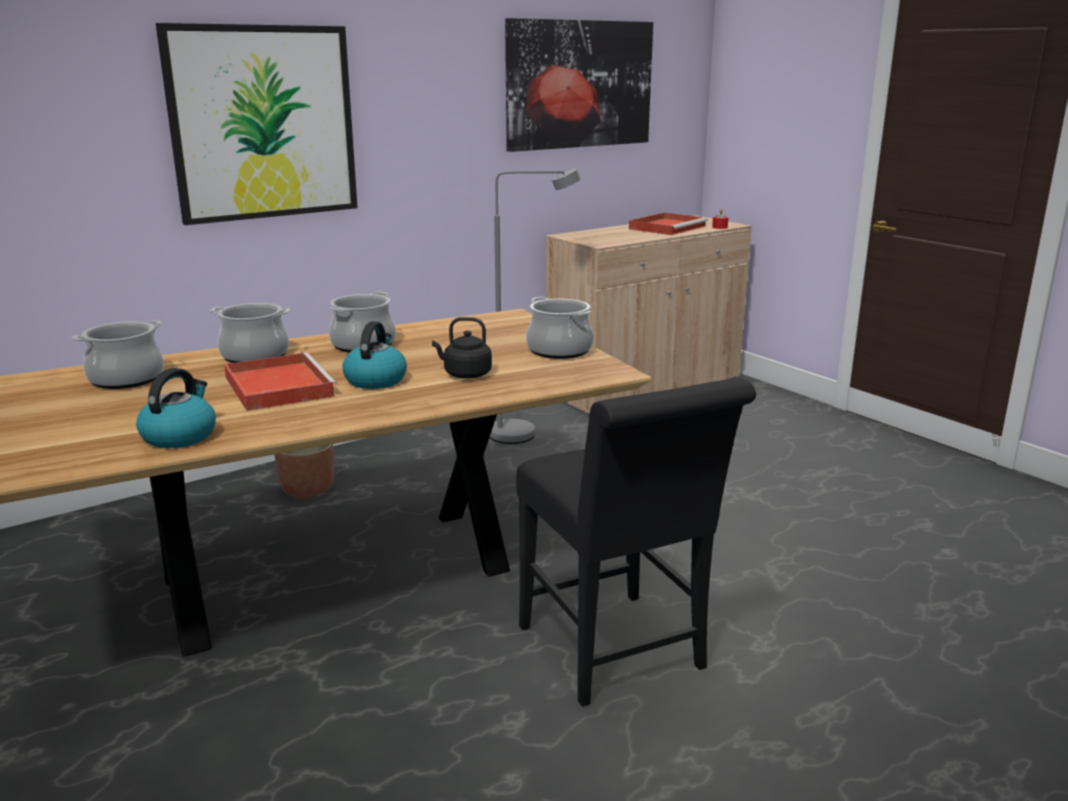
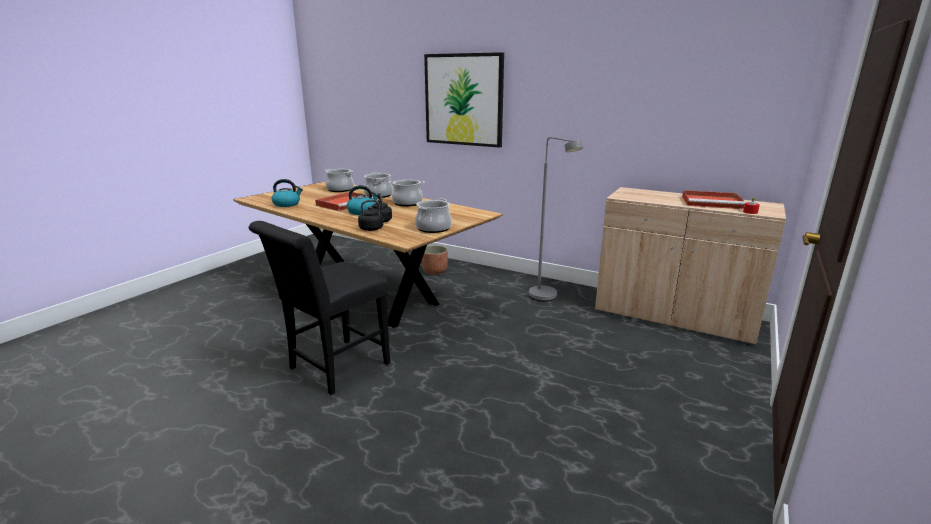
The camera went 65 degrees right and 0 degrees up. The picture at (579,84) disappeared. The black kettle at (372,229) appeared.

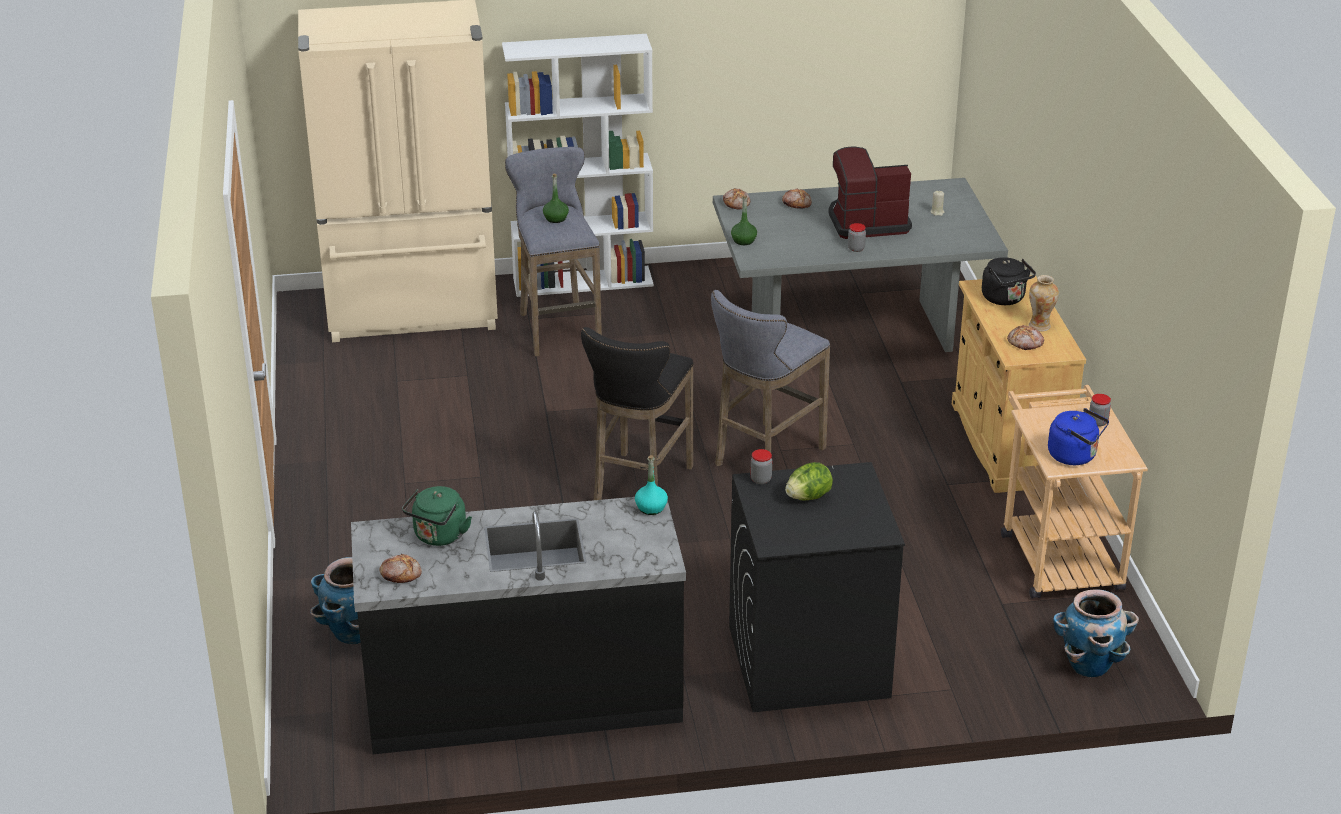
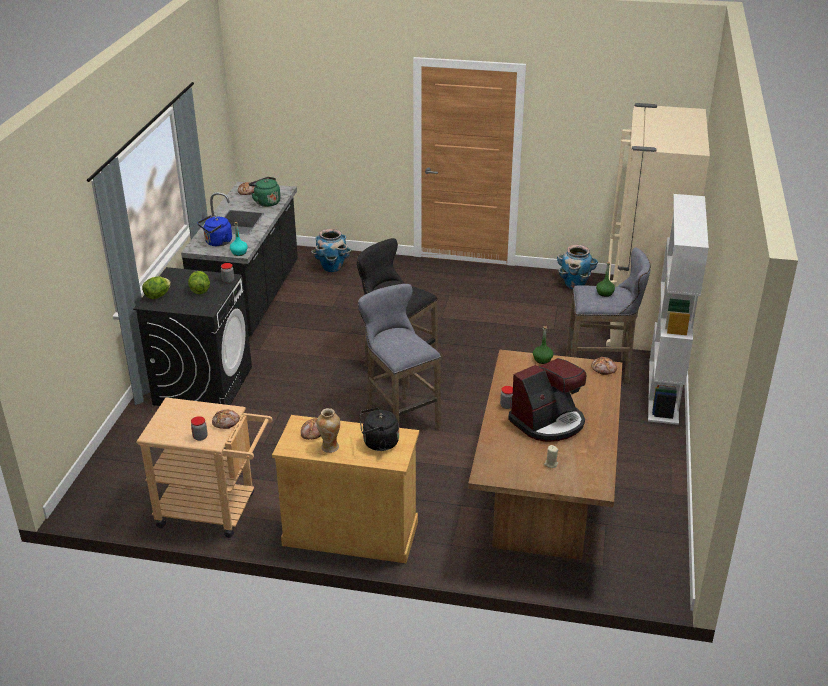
The camera went 110 degrees right and 0 degrees up. The grey dining table at (850,333) became the brown dining table at (543,499). The bread moved from (796,203) to (226,422). The coffee machine at (866,222) turned 45 degrees clockwise. The blue kettle moved from (1075,456) to (217,243). The planter moved from (1088,665) to (575,285). The lettuce at (157,296) appeared.

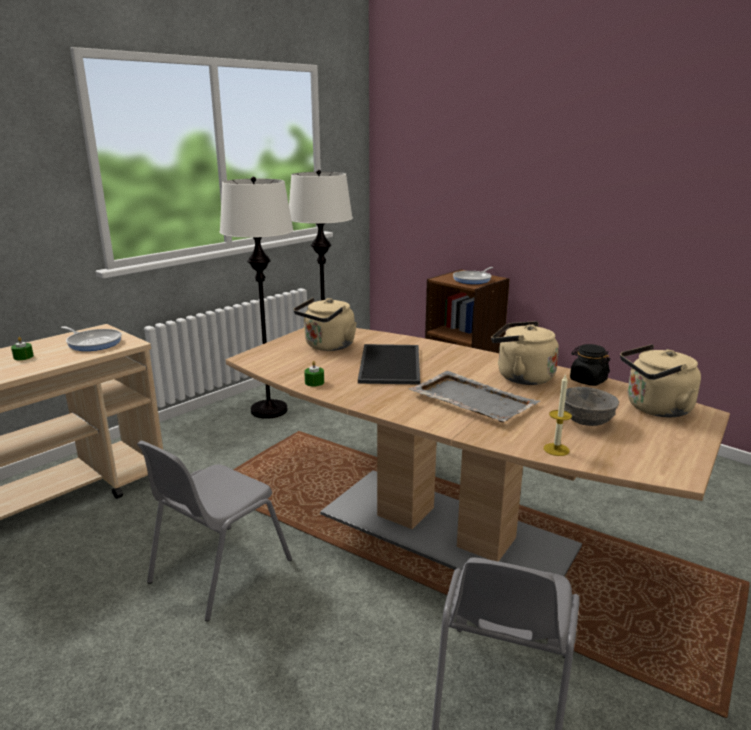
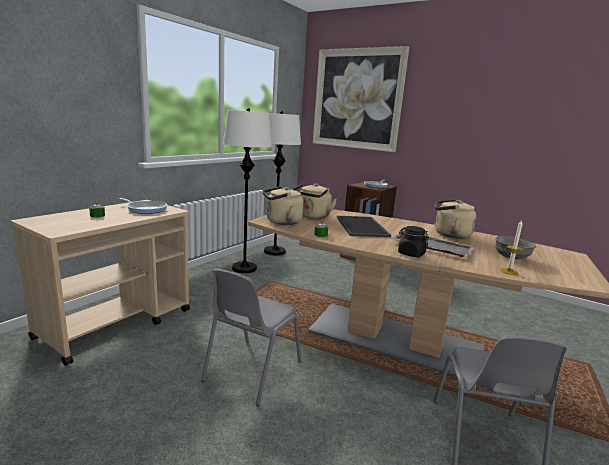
The camera went 10 degrees left and 5 degrees down. The black jar moved from (587,380) to (411,254). The beige kettle moved from (655,409) to (281,222). The picture at (357,99) appeared.

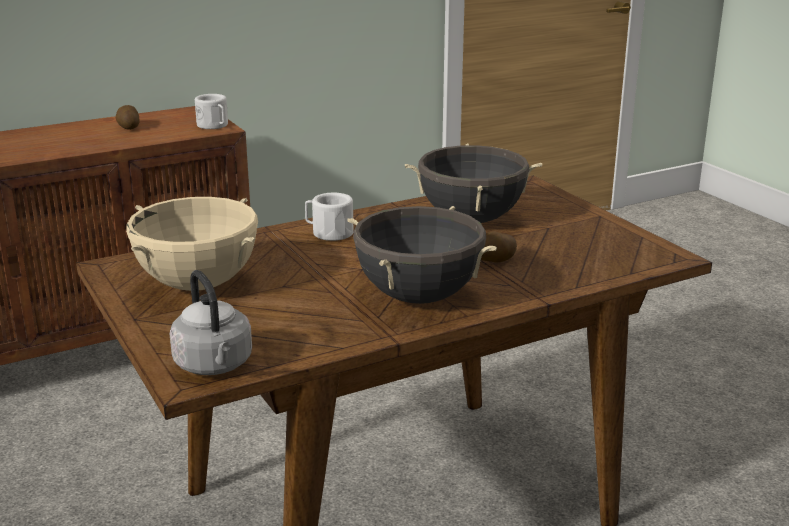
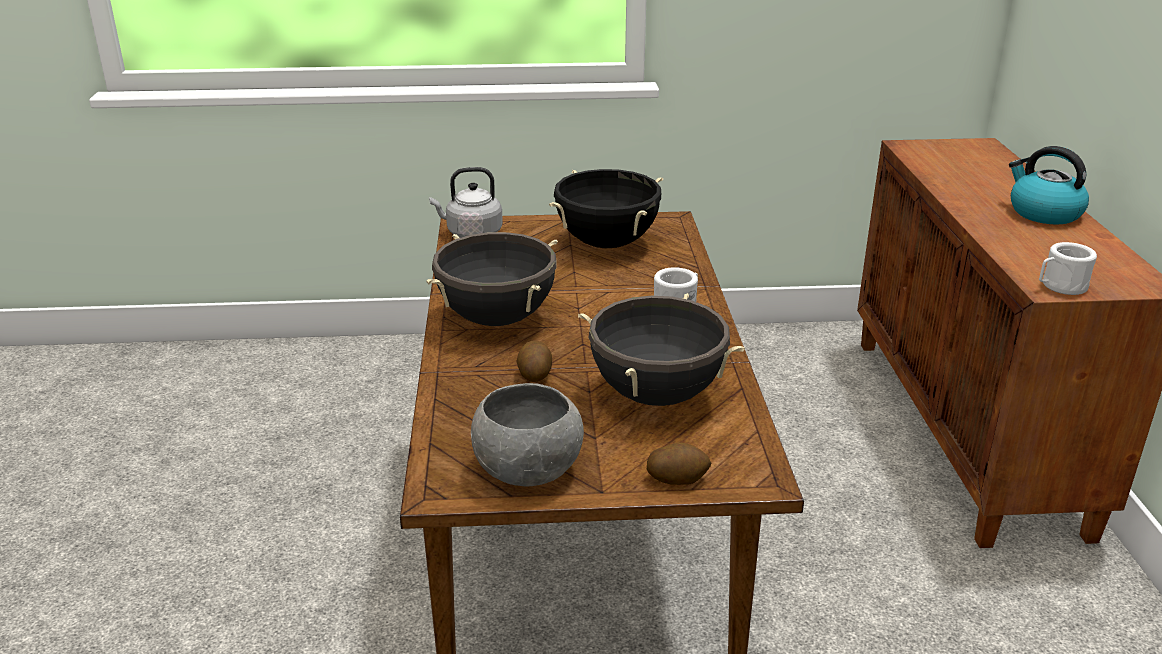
The camera went 115 degrees right and 5 degrees up. The potato moved from (128,127) to (677,478). The beige cooking pot at (198,284) became the black cooking pot at (606,243). The grey bowl at (528,470) appeared. The kettle at (1043,213) appeared.

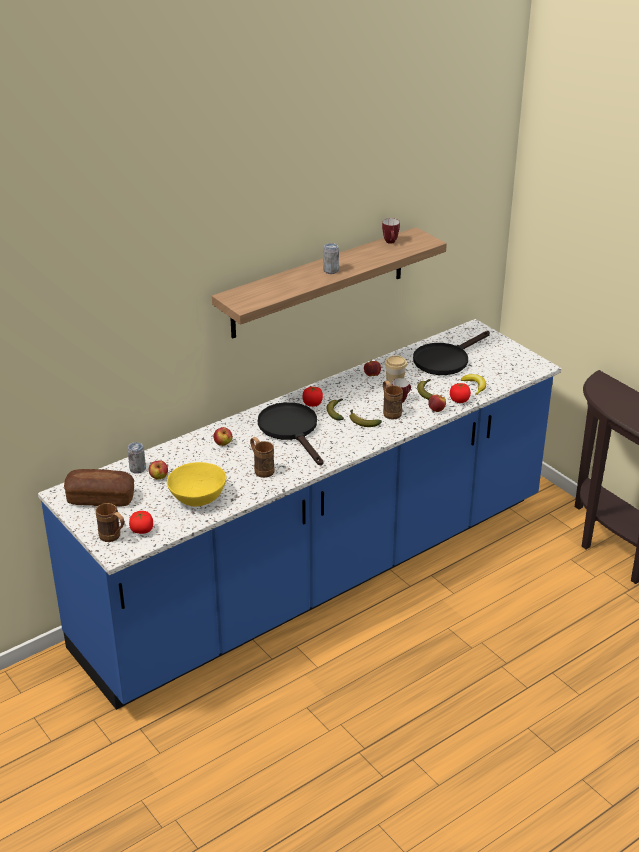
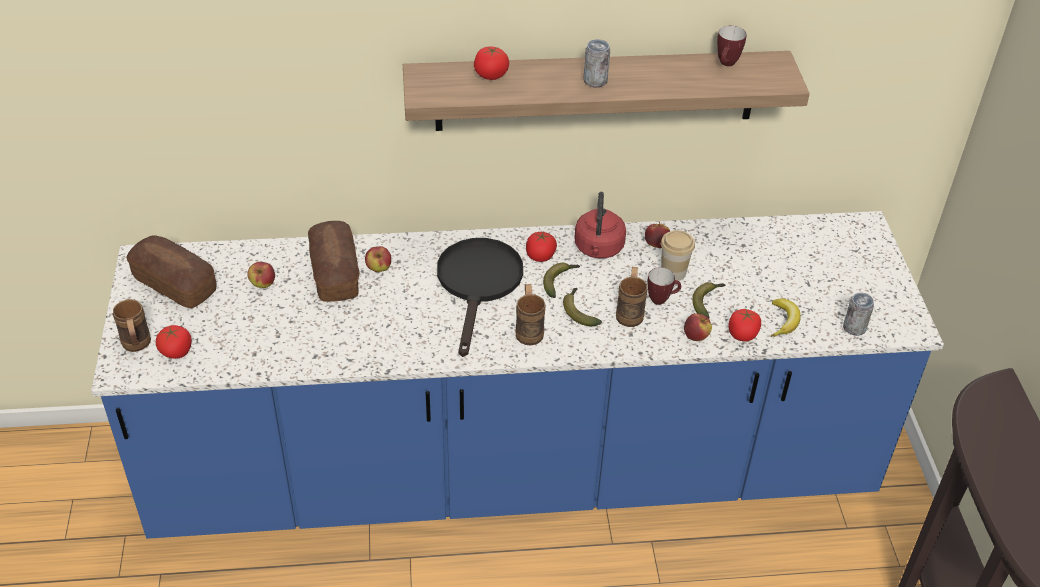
The camera went 30 degrees right and 10 degrees up. The can moved from (137,469) to (854,328). The yellow bowl at (197,497) disappeared. The brown mug moved from (261,469) to (529,329). The black frying pan at (445,359) disappeared. The bread at (335,274) appeared. The tomato at (491,75) appeared. The red kettle at (598,249) appeared.

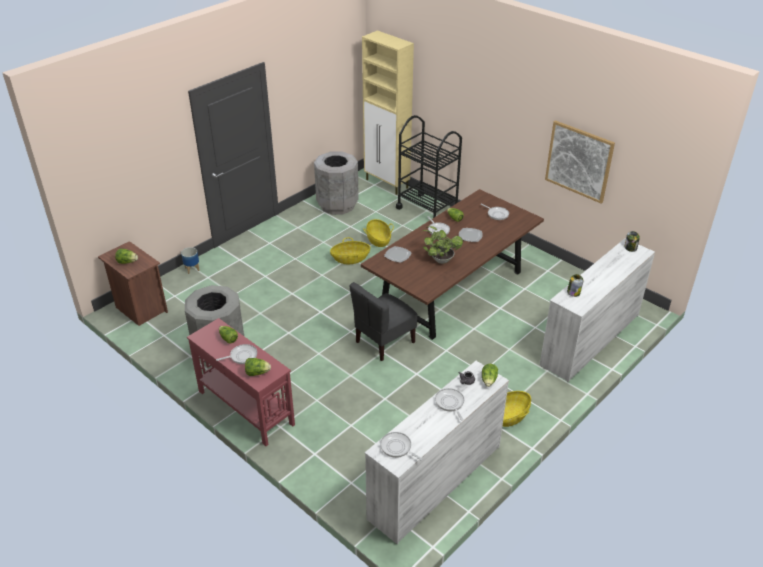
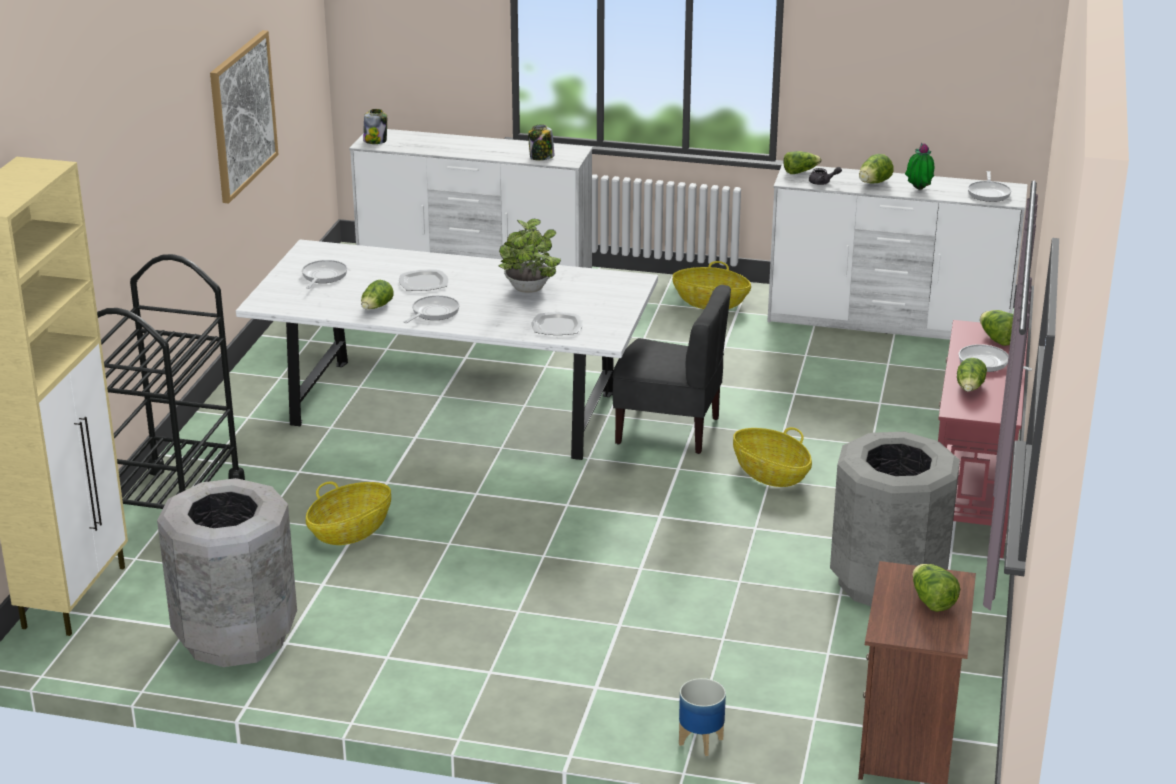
The camera went 120 degrees left and 10 degrees down. The basket moved from (350,259) to (770,474). The brown dining table at (452,290) became the white dining table at (455,408). The frying pan at (450,403) was replaced by the lettuce at (874,183). The potted plant at (918,190) appeared.

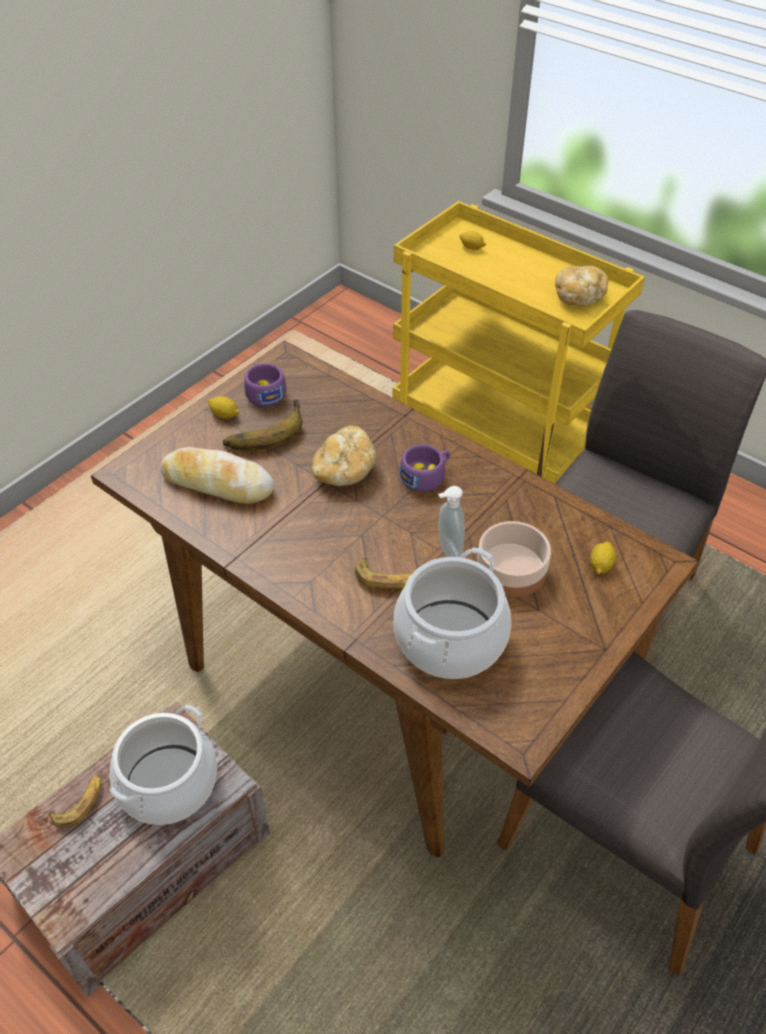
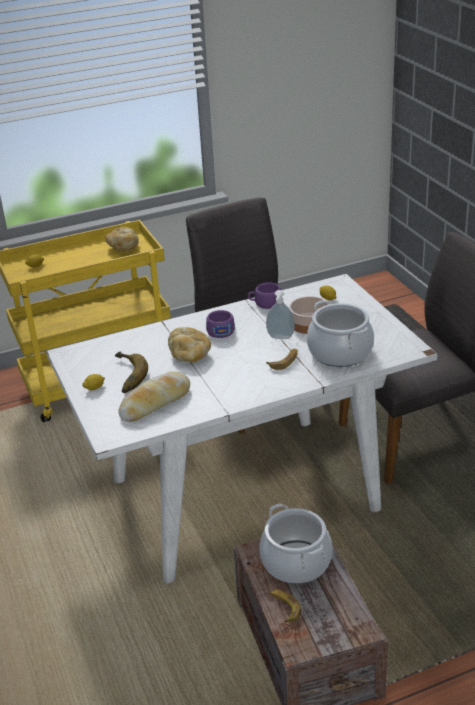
The camera went 60 degrees left and 15 degrees down. The brown dining table at (383,678) became the white dining table at (246,494). The purple cup moved from (264,392) to (265,303).

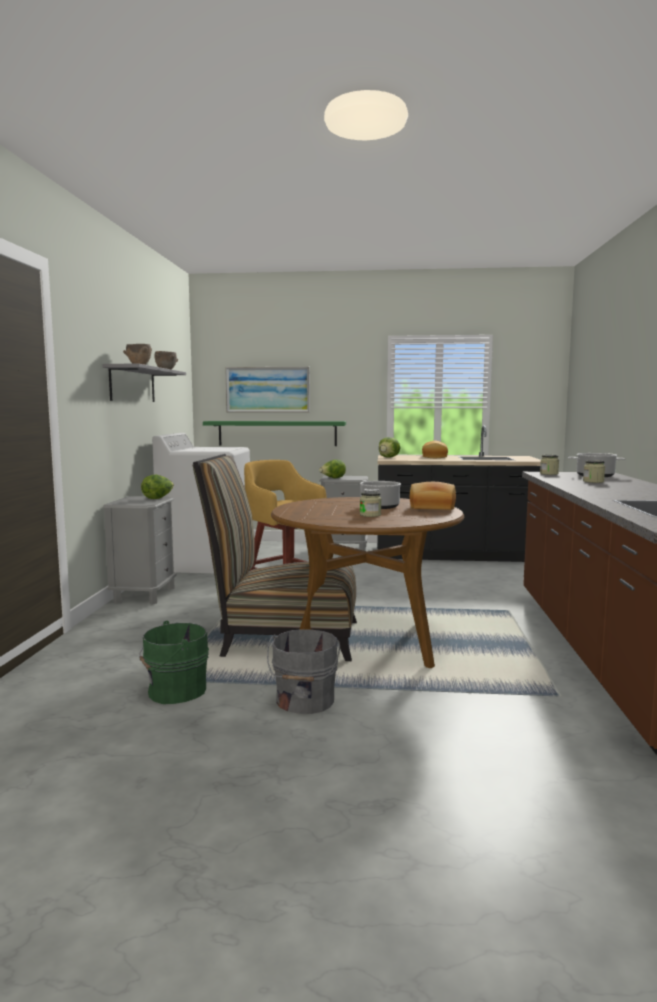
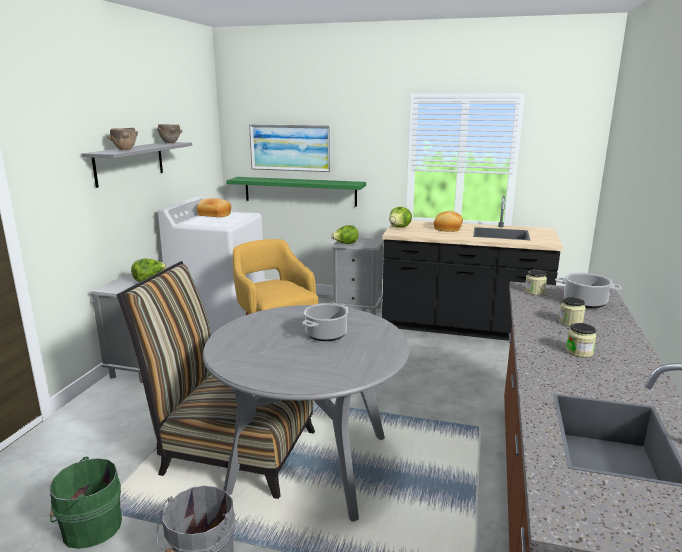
The camera went 10 degrees right and 10 degrees up. The brown dining table at (365,640) became the grey dining table at (309,463). The jar moved from (370,515) to (579,352). The bread moved from (432,508) to (214,215).

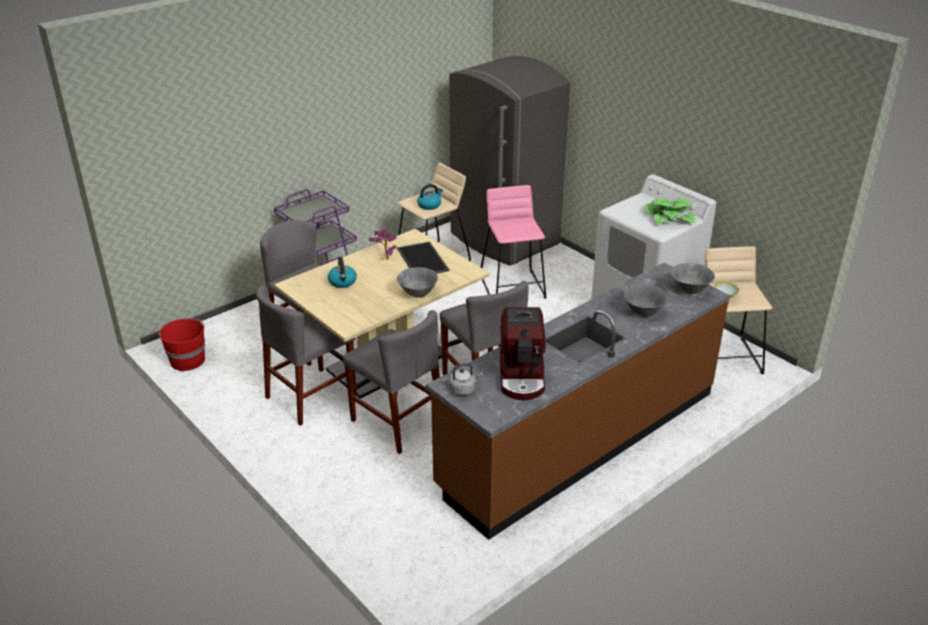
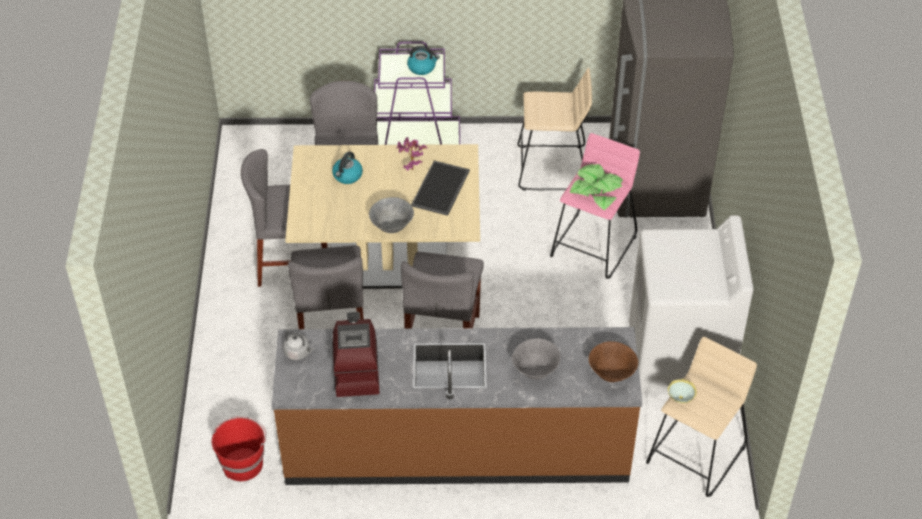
The camera went 40 degrees right and 15 degrees up. The red bucket moved from (187,360) to (242,463). The kettle moved from (429,205) to (422,67). The coffee machine at (522,376) turned 135 degrees clockwise. The potted plant moved from (668,217) to (596,190). The grey bowl at (690,290) became the brown bowl at (612,374).

